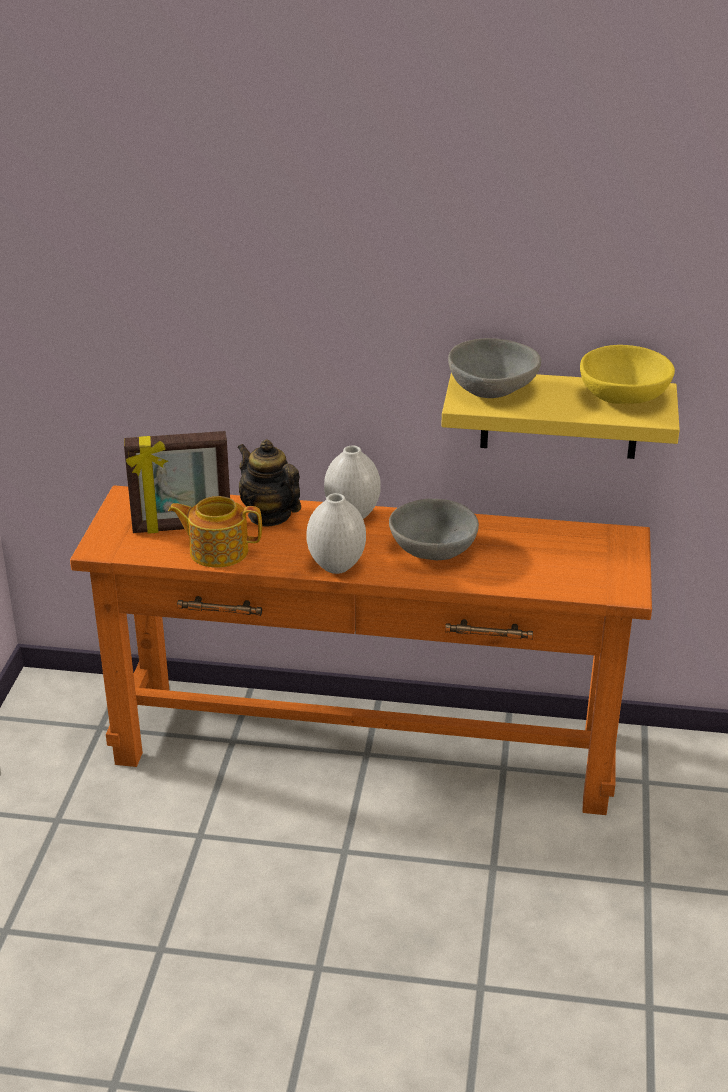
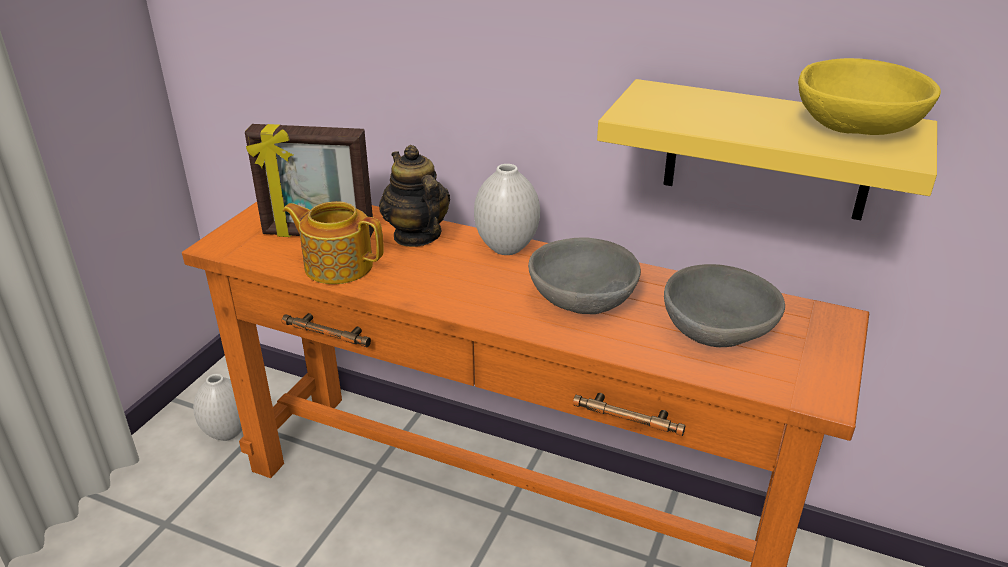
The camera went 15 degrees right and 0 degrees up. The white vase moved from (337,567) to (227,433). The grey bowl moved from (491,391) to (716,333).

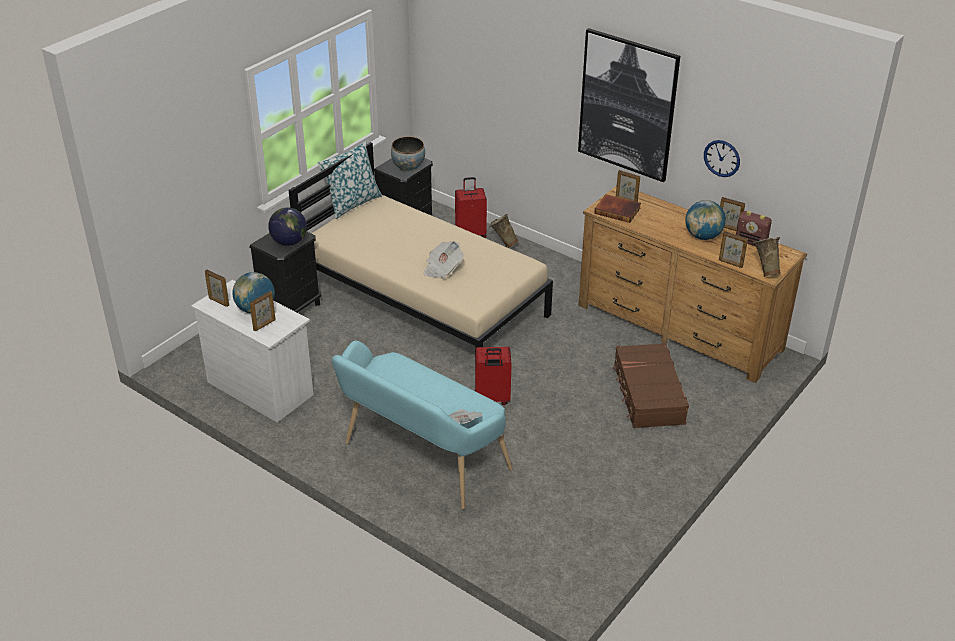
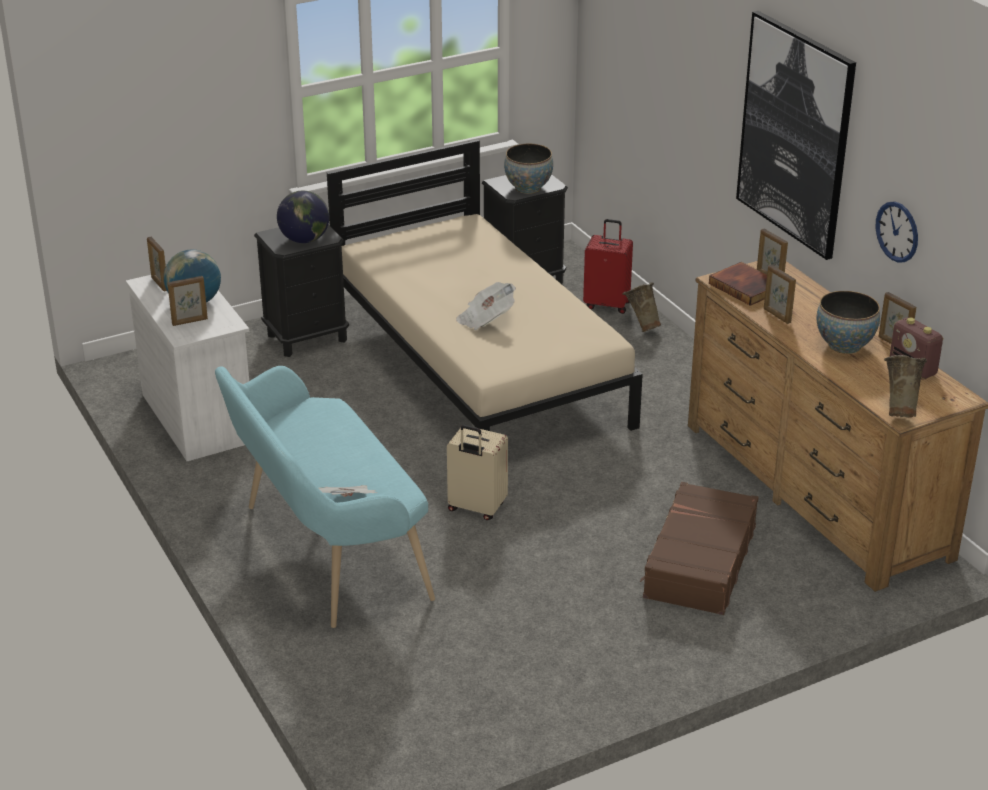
The camera went 25 degrees right and 5 degrees down. The pillow at (352,203) disappeared. The red suitcase at (492,399) became the beige suitcase at (476,508). The globe at (703,236) was replaced by the bowl at (844,345). The picture frame moved from (730,263) to (776,316).

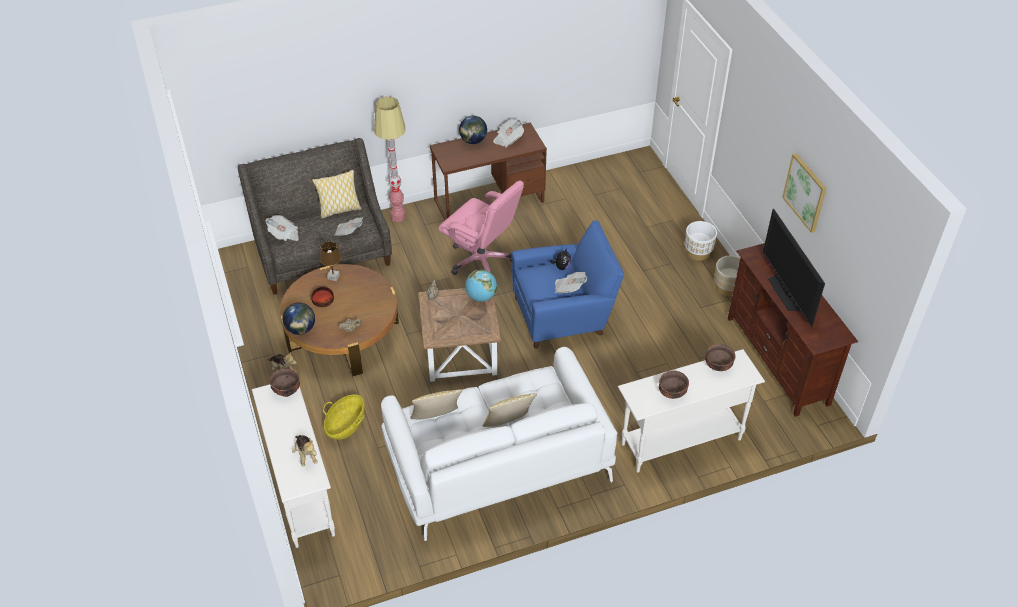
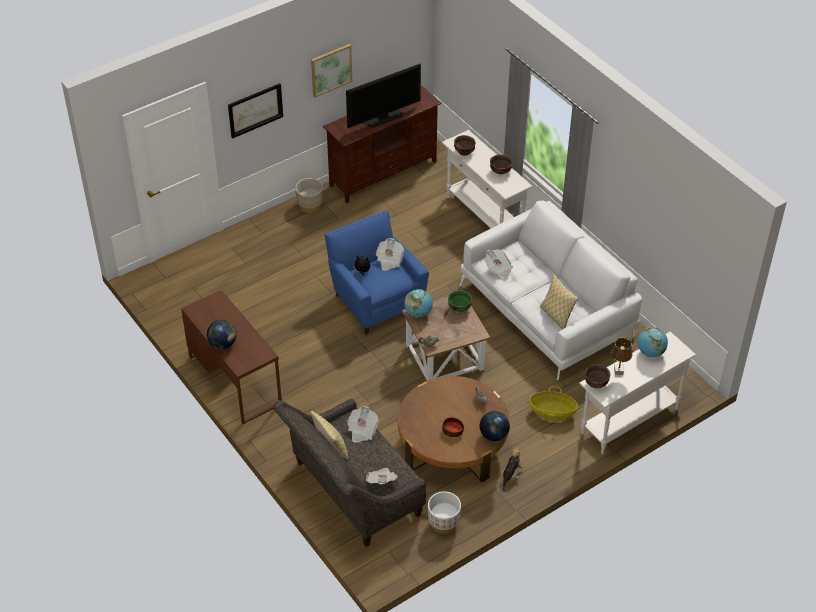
The camera went 105 degrees left and 0 degrees up. The plush toy at (306,455) was replaced by the globe at (650,352). The brown table lamp moved from (333,277) to (618,371). The floor lamp at (398,217) disappeared. The pink office chair at (481,261) disappeared. The pillow at (508,424) disappeared. The newspaper moved from (508,139) to (498,269). The white planter moved from (698,252) to (443,523). The picture at (255,110) appeared. The green bowl at (459,308) appeared.

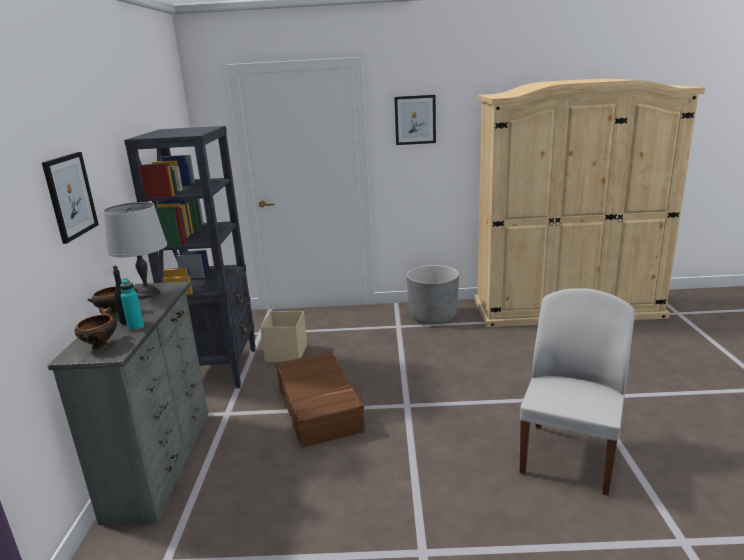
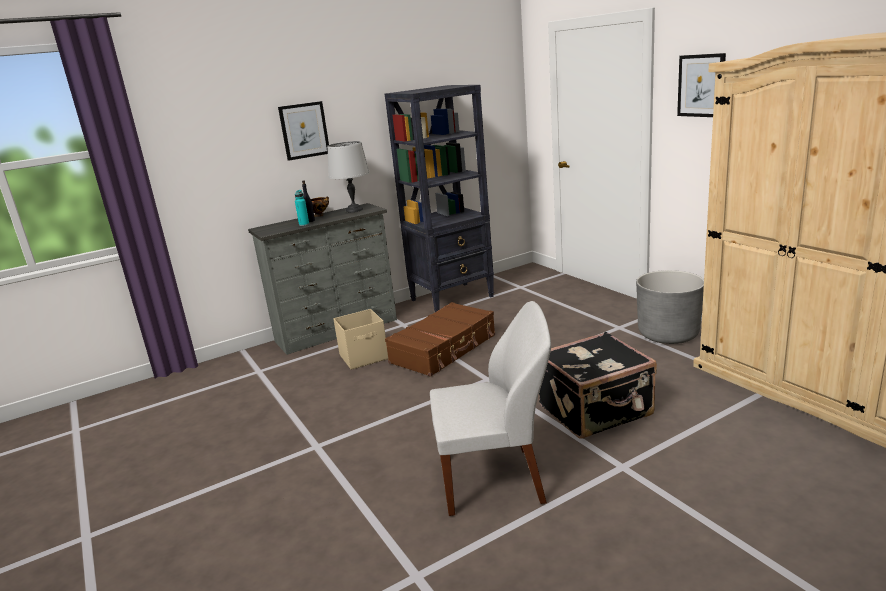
The camera went 60 degrees right and 0 degrees up. The bowl at (101,345) disappeared. The beige storage box moved from (287,353) to (364,357). The black suitcase at (596,411) appeared.

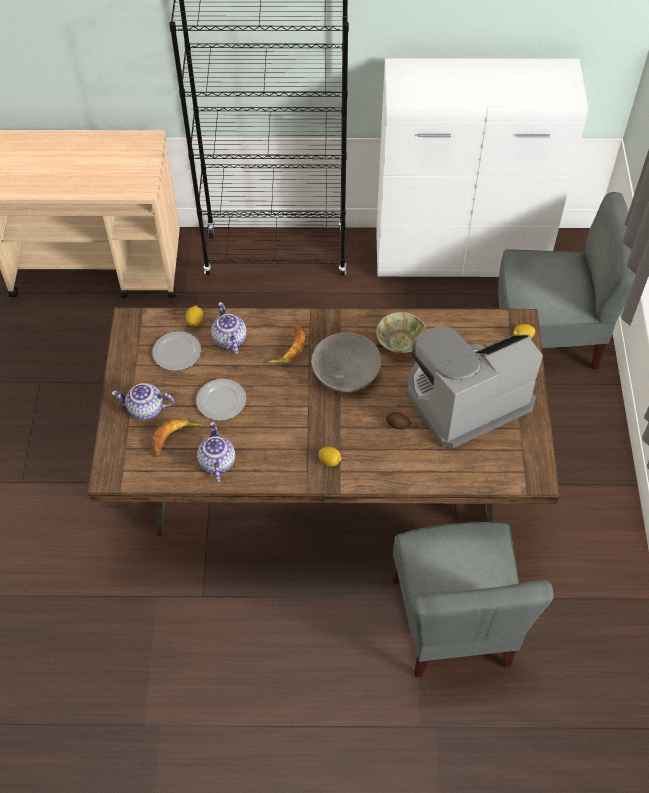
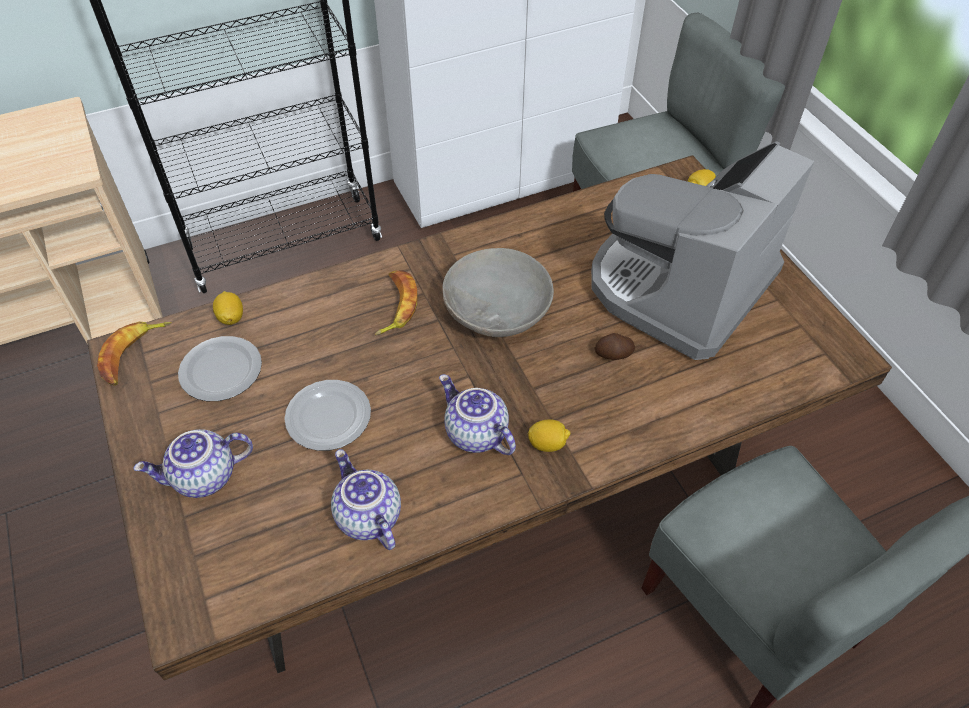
The camera went 25 degrees left and 5 degrees down. The banana moved from (173,438) to (133,355). The teapot moved from (228,339) to (475,434). The beige bowl at (401,342) disappeared.

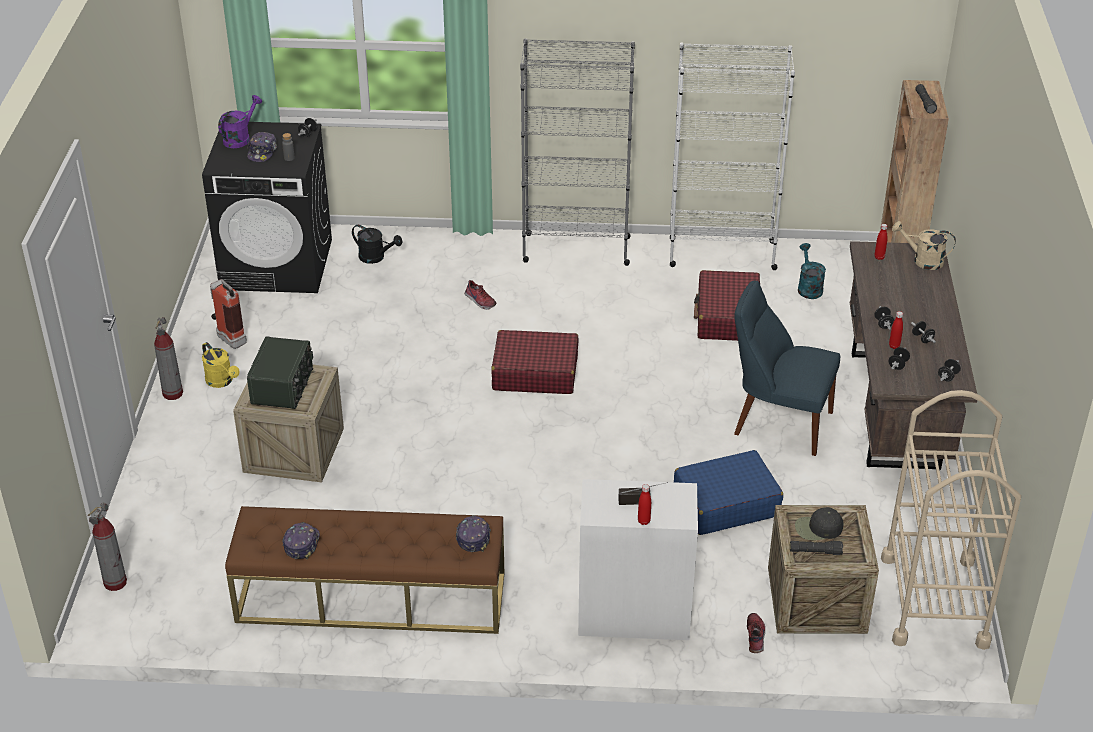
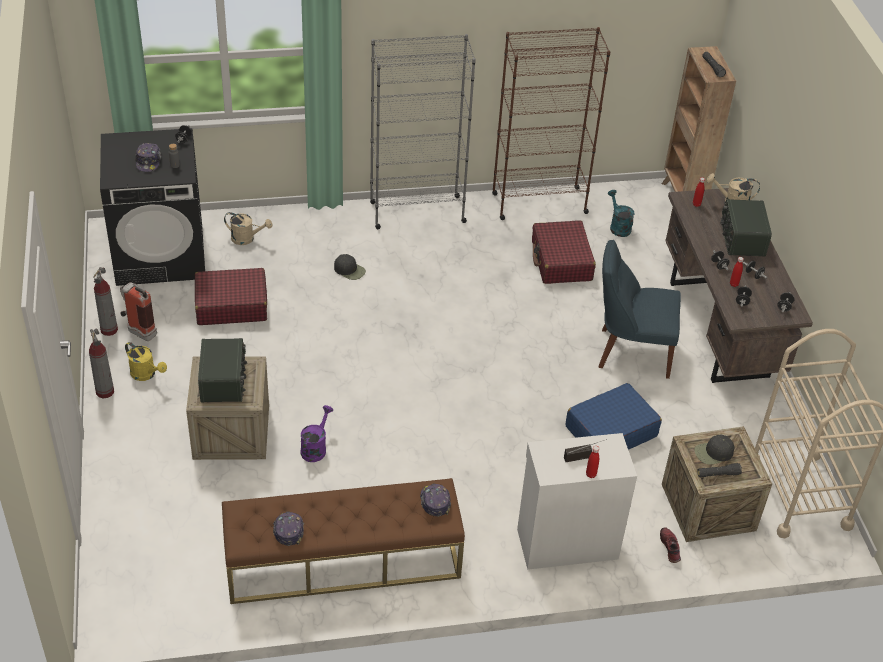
The camera went 15 degrees left and 5 degrees up. The fire extinguisher moved from (115,582) to (109,329). The purple watering can moved from (240,138) to (315,448). The black watering can at (376,257) became the beige watering can at (247,239). The shoe at (479,301) was replaced by the black cap at (350,270). The red suitcase moved from (534,373) to (231,305). The white bookcase at (721,254) became the brown bookcase at (539,203). The radio at (741,239) appeared.

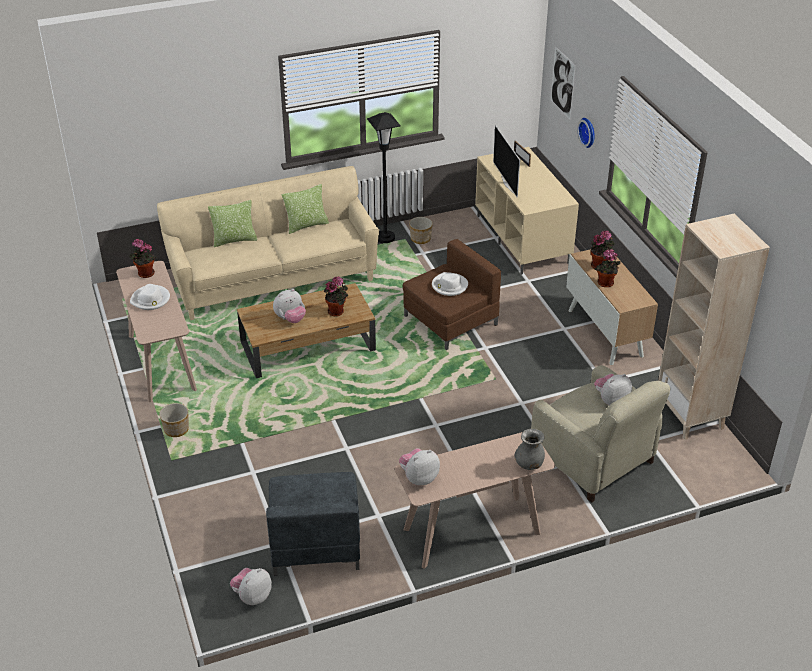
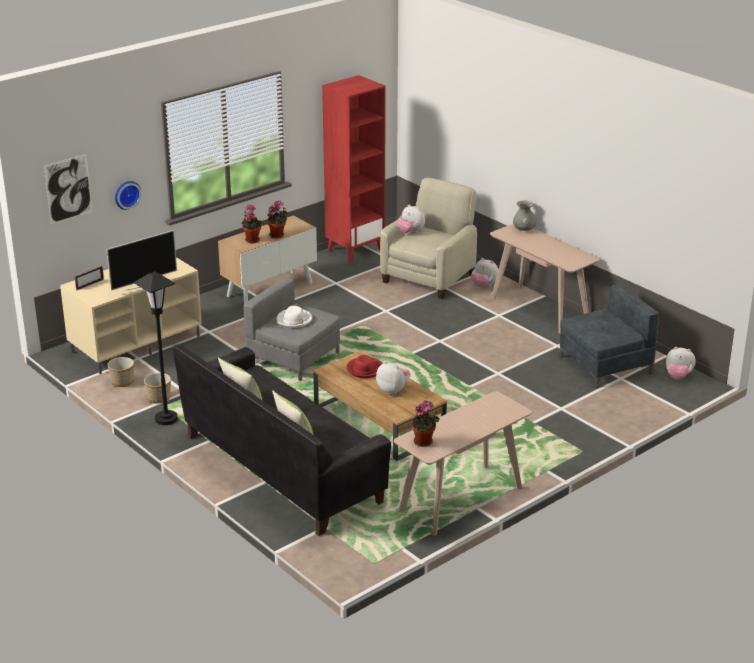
The camera went 110 degrees left and 10 degrees down. The white hat at (150,299) disappeared. The beige sofa at (274,281) became the black sofa at (282,469). The planter moved from (176,429) to (122,382). The potted plant at (337,311) was replaced by the red hat at (365,369). The plush toy moved from (419,478) to (484,285). The brown armchair at (449,320) became the grey armchair at (294,358). The beige bookcase at (690,416) became the red bookcase at (355,249).

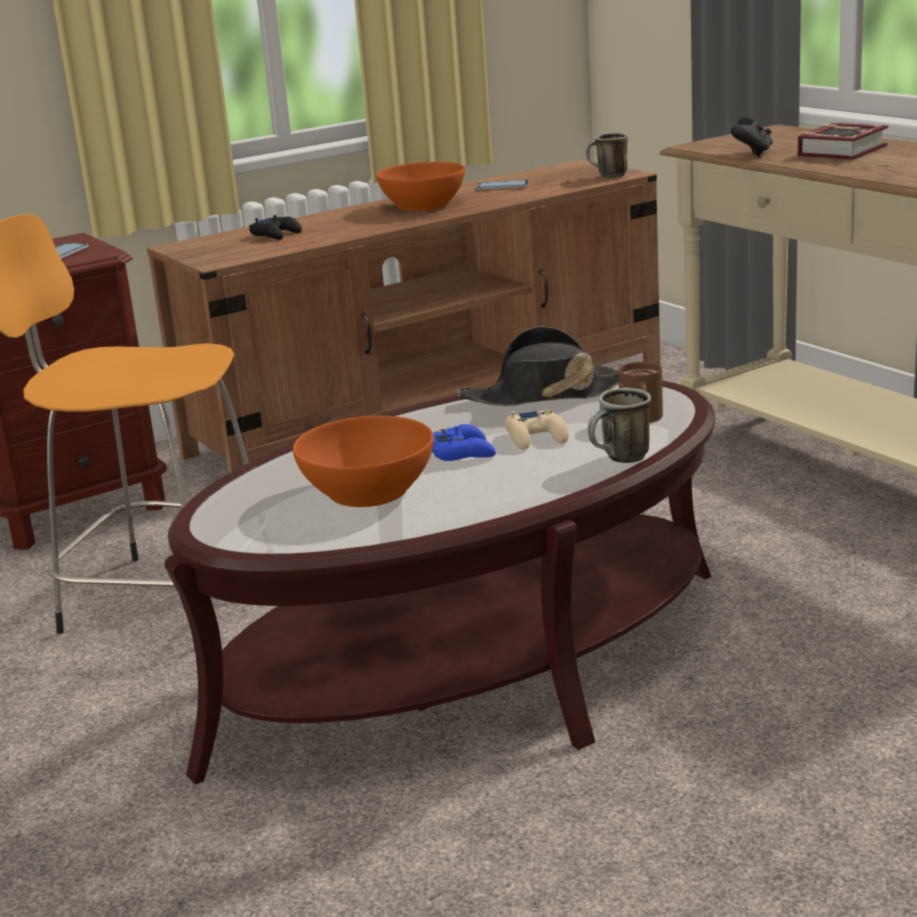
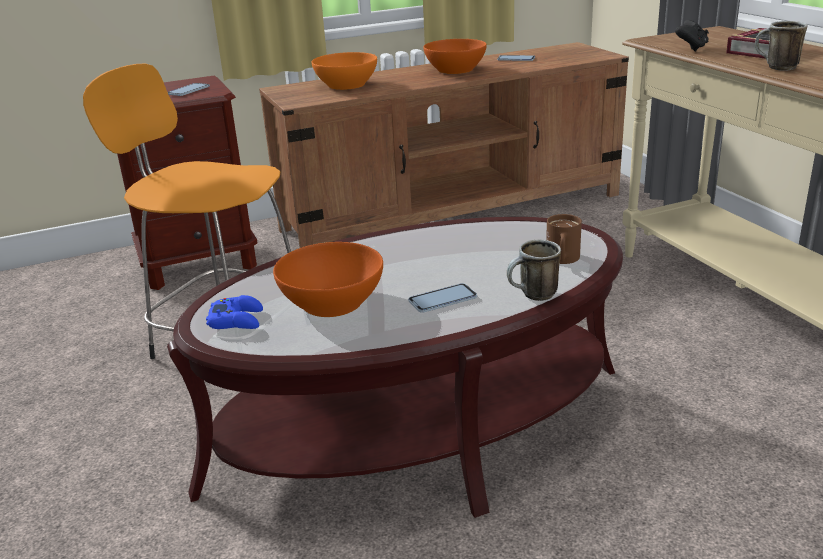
The camera went 10 degrees right and 5 degrees up. The black game controller at (276,234) was replaced by the orange bowl at (346,85). The blue game controller moved from (462,452) to (237,320). The black hat at (546,395) disappeared. The beige game controller at (536,437) disappeared. The mug moved from (607,176) to (775,68). The phone at (442,299) appeared.

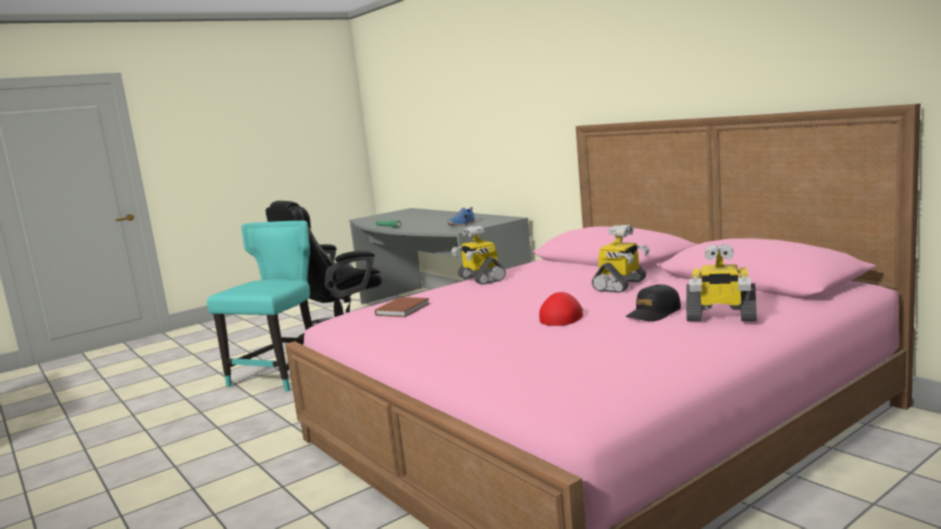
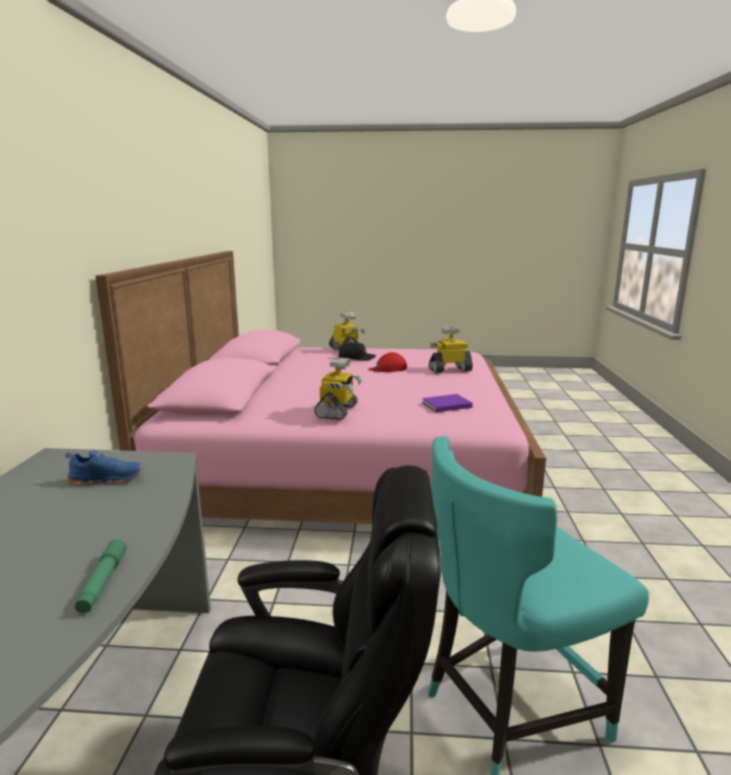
The camera went 140 degrees left and 5 degrees up. The brown book at (404,309) became the purple book at (445,405). The toy robot moved from (620,285) to (450,370).

